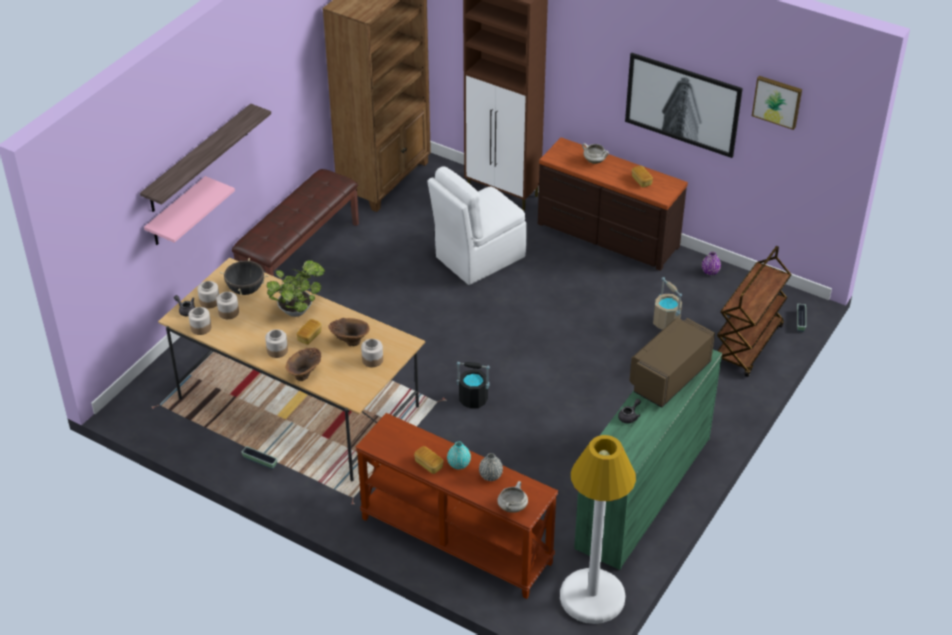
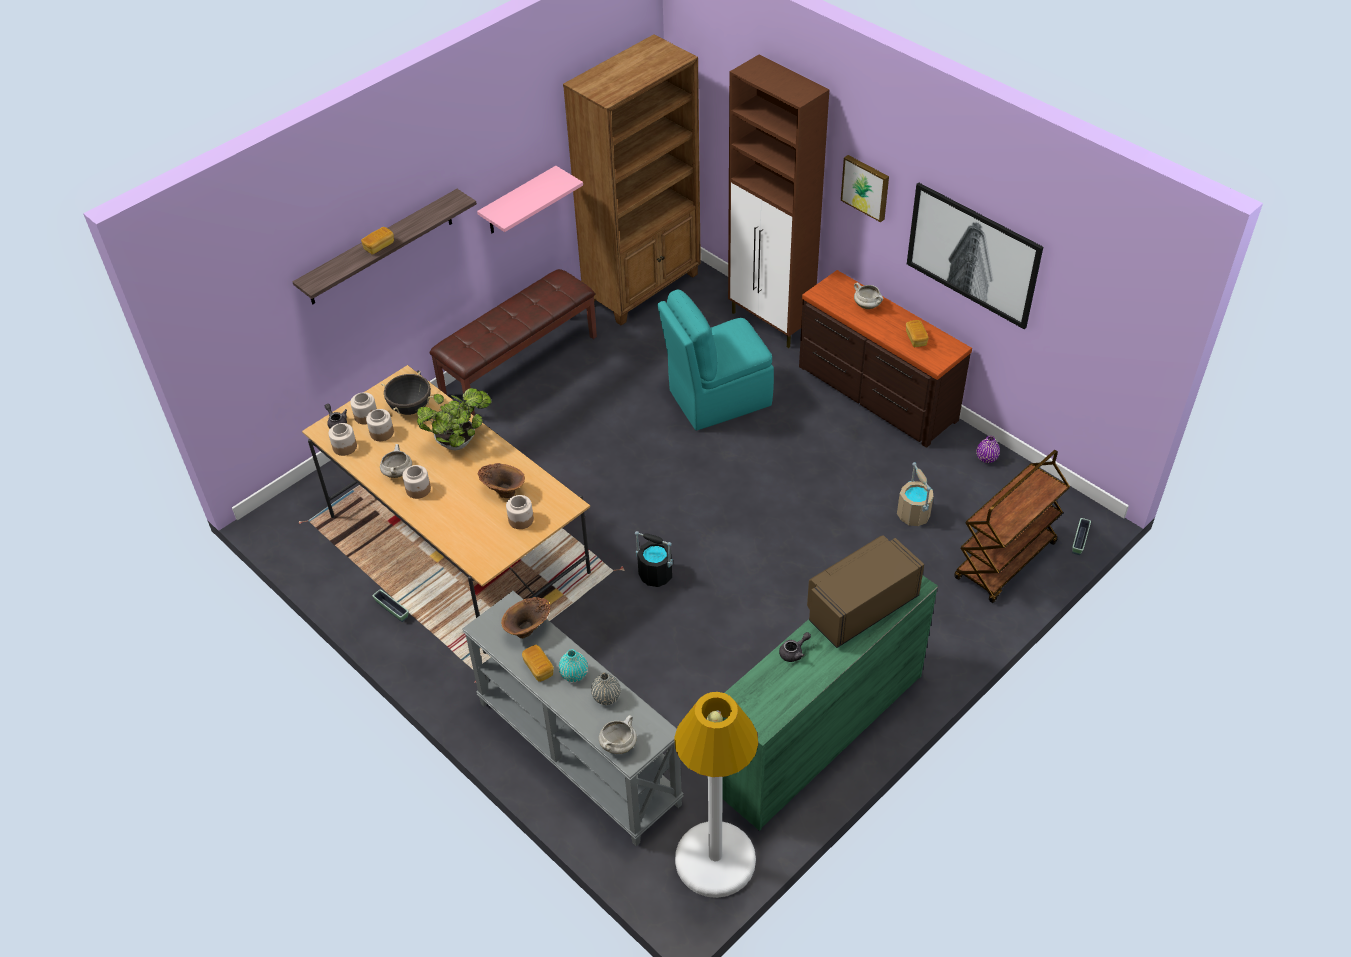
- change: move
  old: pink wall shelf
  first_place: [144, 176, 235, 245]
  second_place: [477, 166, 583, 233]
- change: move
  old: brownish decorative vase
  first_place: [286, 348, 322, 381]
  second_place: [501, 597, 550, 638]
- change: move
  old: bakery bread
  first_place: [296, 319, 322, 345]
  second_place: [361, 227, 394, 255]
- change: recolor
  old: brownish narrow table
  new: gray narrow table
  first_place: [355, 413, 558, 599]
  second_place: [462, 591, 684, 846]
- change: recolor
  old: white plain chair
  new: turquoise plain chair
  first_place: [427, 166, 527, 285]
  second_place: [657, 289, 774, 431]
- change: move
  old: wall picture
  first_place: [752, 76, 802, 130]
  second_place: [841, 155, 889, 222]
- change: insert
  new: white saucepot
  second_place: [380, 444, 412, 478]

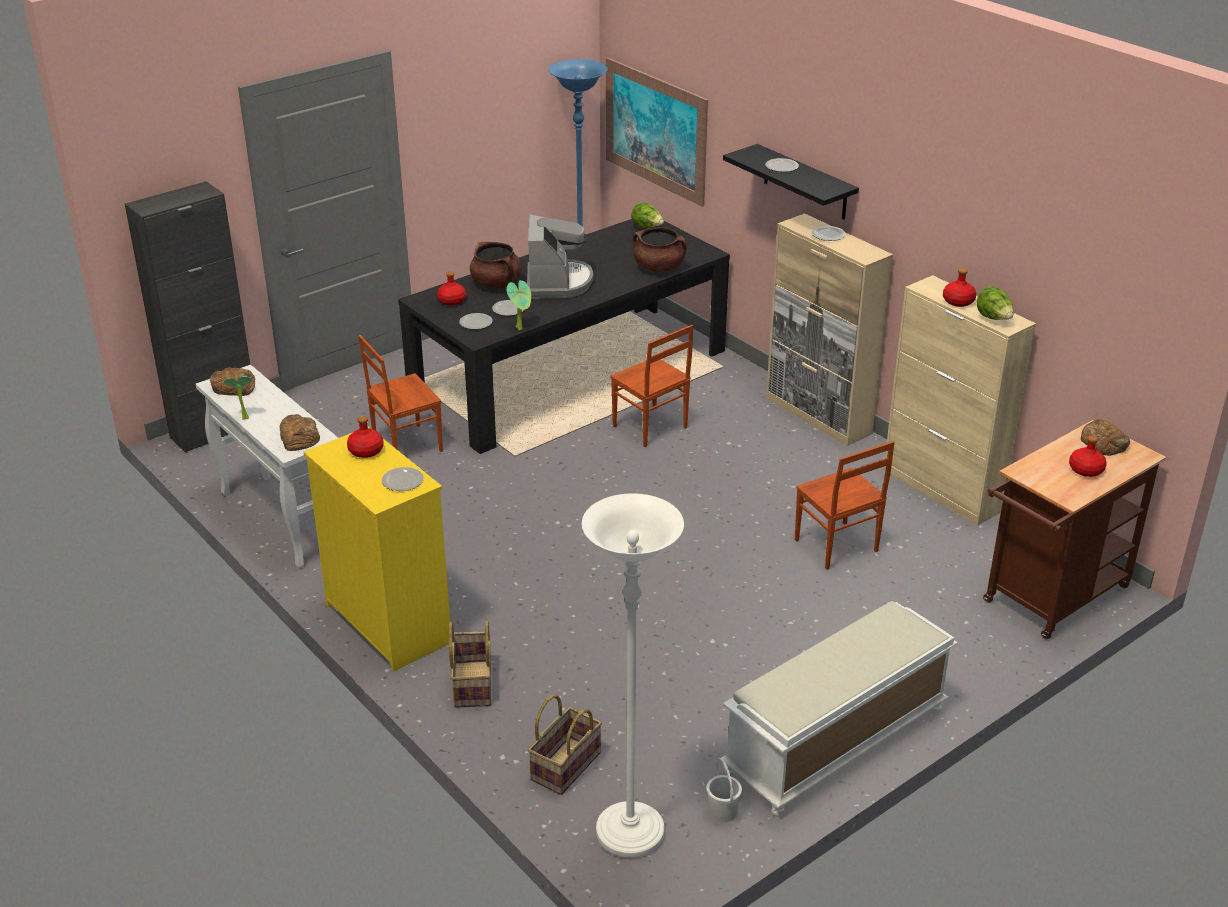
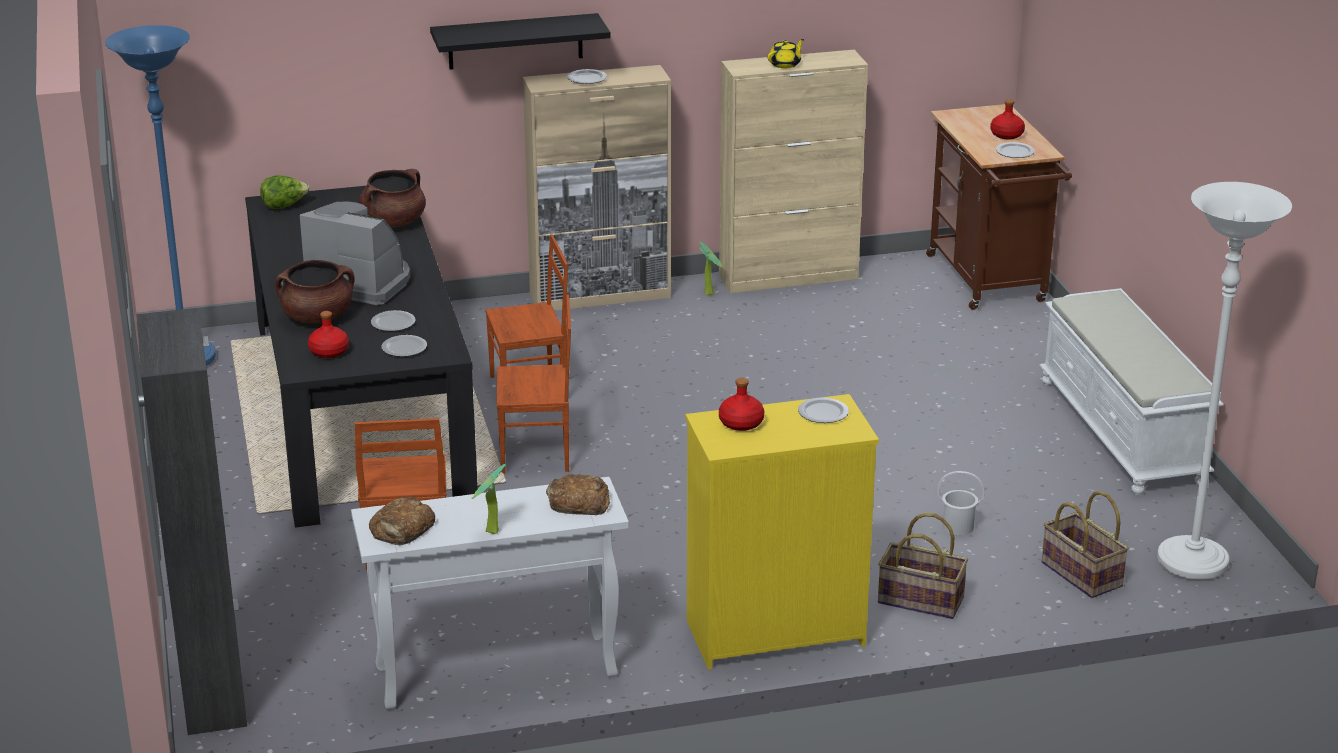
- change: move
  old: houseplant
  first_place: [507, 280, 531, 330]
  second_place: [699, 242, 722, 295]
- change: delete
  old: wall picture
  first_place: [606, 58, 708, 207]
- change: move
  old: white bucket
  first_place: [706, 758, 742, 822]
  second_place: [937, 471, 985, 535]
- change: move
  old: flat dish
  first_place: [765, 158, 799, 172]
  second_place: [996, 142, 1035, 158]
- change: move
  old: brownish plain chair
  first_place: [795, 441, 895, 570]
  second_place: [497, 294, 571, 474]
- change: replace
  old: reddish drink bottle
  new: yellowish pot for tea
  first_place: [943, 268, 976, 307]
  second_place: [768, 39, 804, 68]
- change: delete
  old: lettuce head
  first_place: [977, 286, 1013, 320]
- change: delete
  old: bakery bread
  first_place: [1081, 419, 1130, 456]

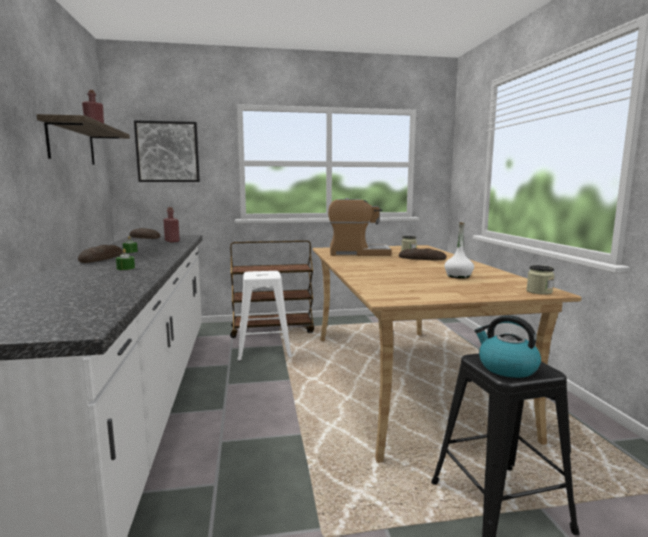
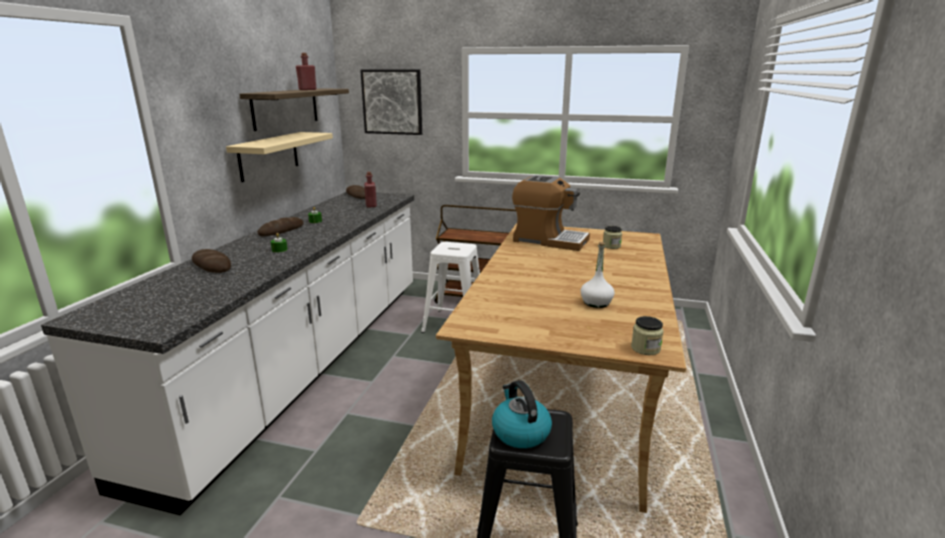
- change: move
  old: bakery bread
  first_place: [399, 248, 446, 260]
  second_place: [192, 249, 231, 273]
- change: insert
  new: beige-coloured wall shelf
  second_place: [226, 132, 333, 182]

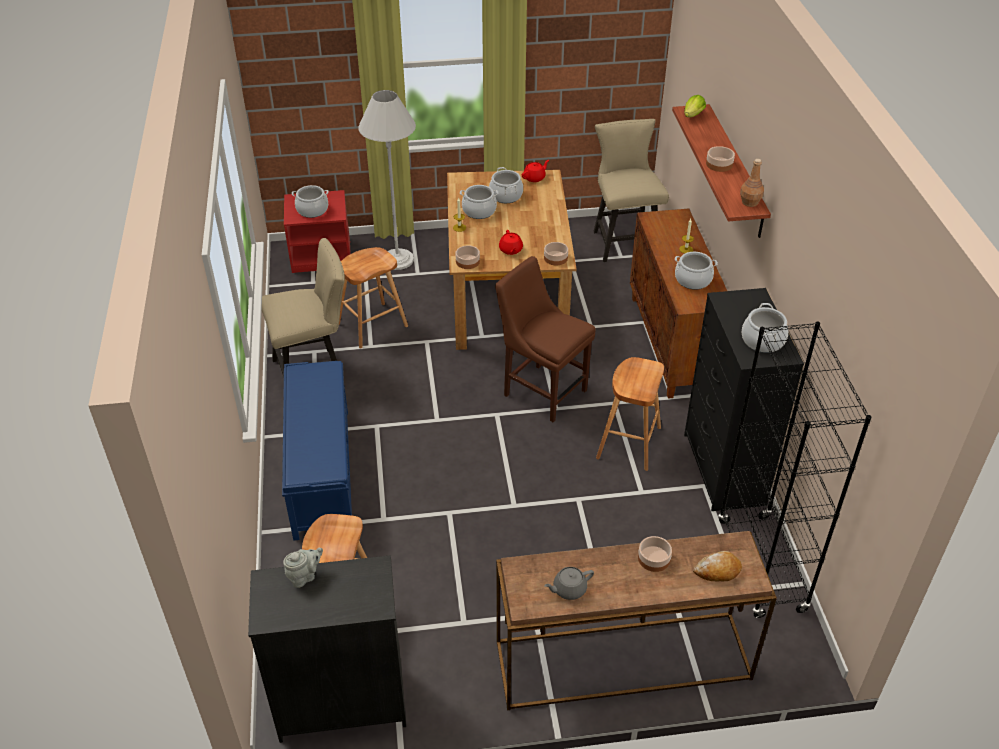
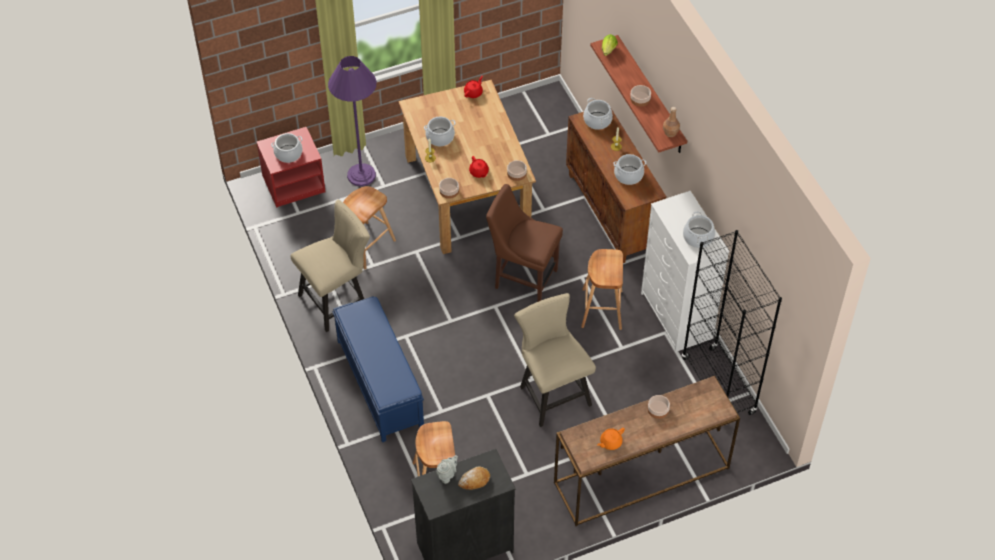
- change: recolor
  old: white standard lamp
  new: purple-coloured standard lamp
  first_place: [358, 90, 416, 270]
  second_place: [328, 56, 377, 186]
- change: move
  old: saucepot
  first_place: [489, 167, 523, 203]
  second_place: [583, 98, 613, 130]
- change: recolor
  old: gray pot for tea
  new: orange pot for tea
  first_place: [544, 567, 594, 600]
  second_place: [597, 428, 625, 450]
- change: move
  old: beige-coloured plain chair
  first_place: [594, 119, 669, 262]
  second_place: [514, 293, 596, 427]
- change: recolor
  old: blackish dresser
  new: white dresser
  first_place: [684, 288, 804, 511]
  second_place: [641, 191, 729, 352]
- change: move
  old: bakery bread
  first_place: [693, 551, 742, 581]
  second_place: [458, 466, 490, 490]

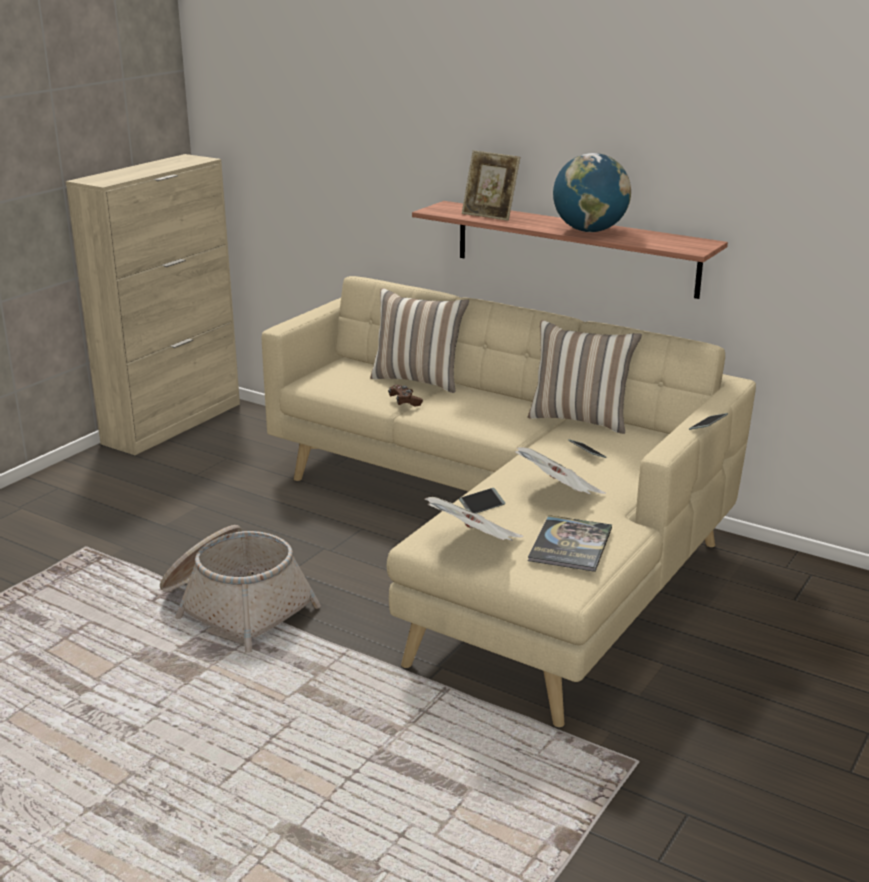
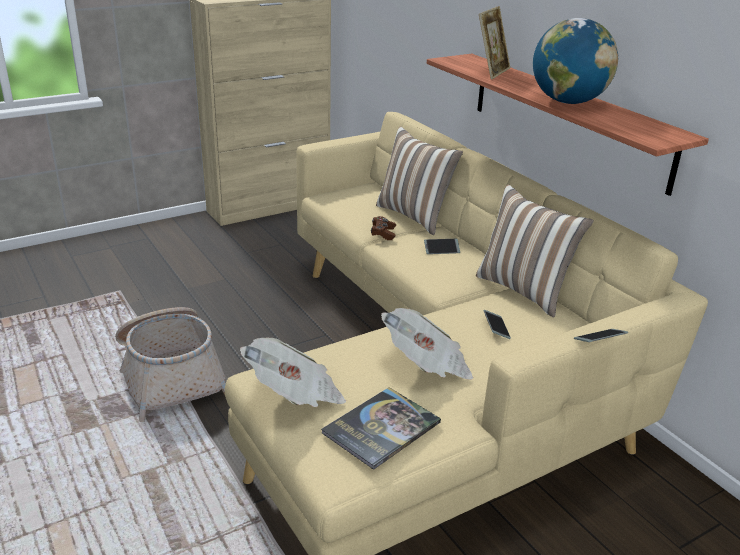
- change: move
  old: handset
  first_place: [459, 488, 505, 513]
  second_place: [424, 239, 460, 254]
- change: rotate
  old: picture frame
  first_place: [462, 150, 520, 221]
  second_place: [479, 6, 510, 80]
  degrees: -120

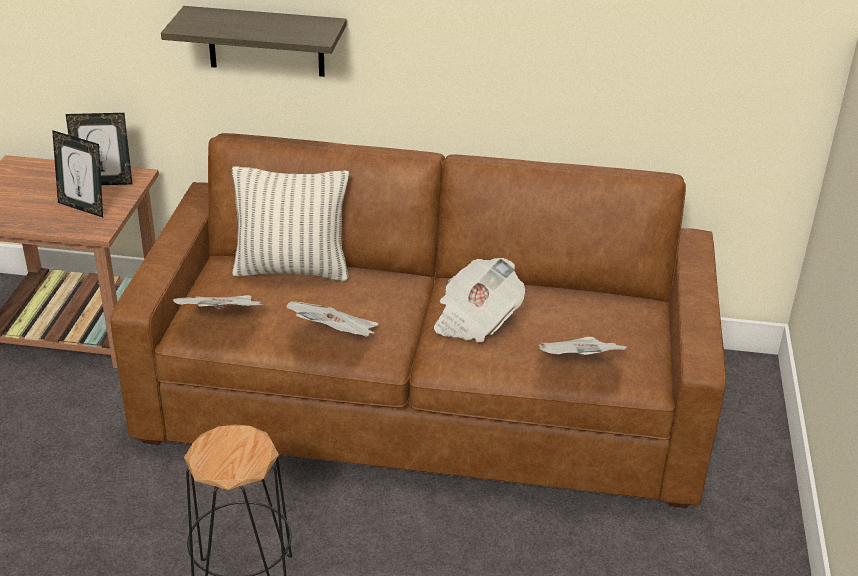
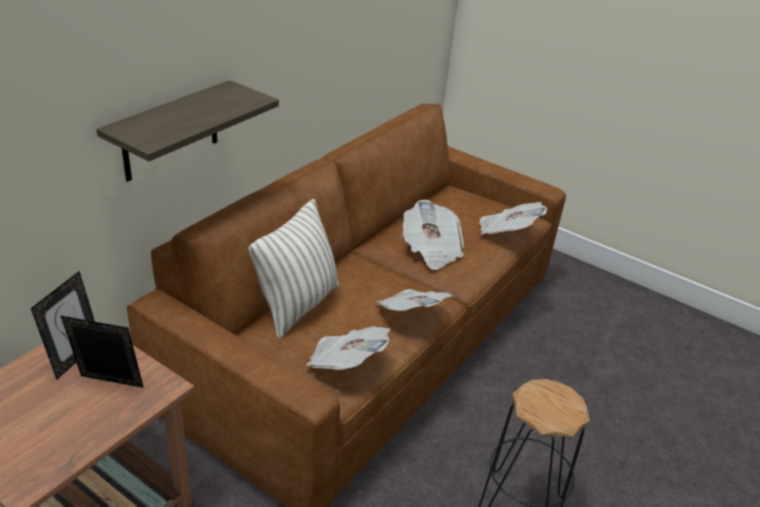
- change: rotate
  old: picture frame
  first_place: [52, 130, 103, 217]
  second_place: [61, 316, 144, 388]
  degrees: -135

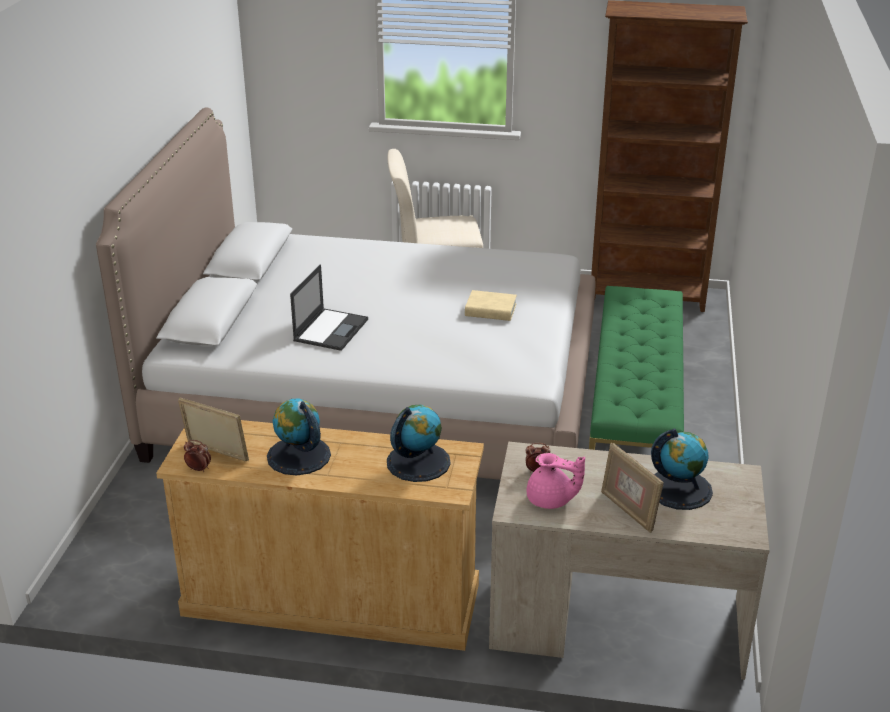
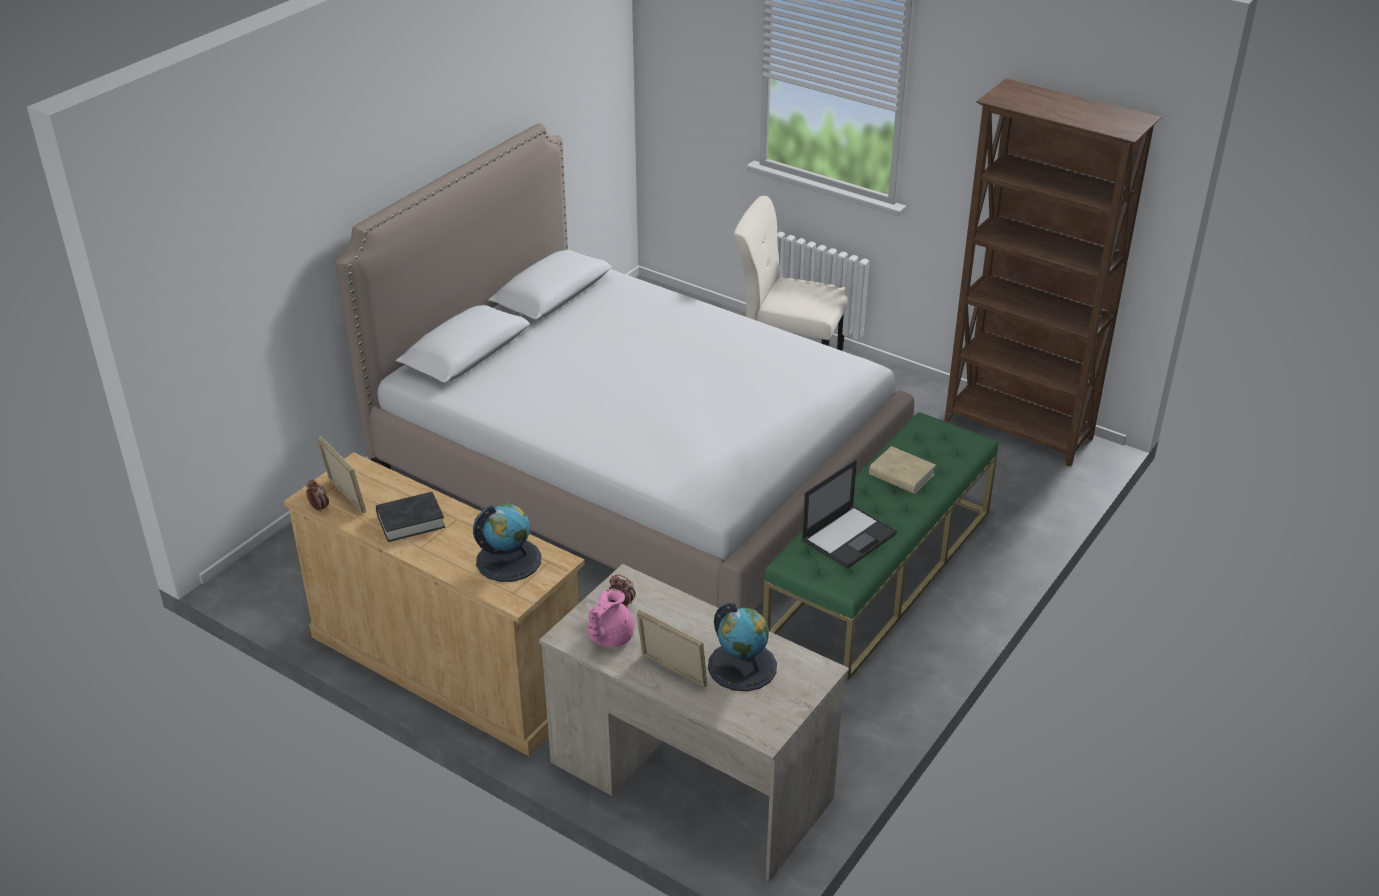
- change: replace
  old: world globe
  new: blackish volume
  first_place: [267, 399, 331, 475]
  second_place: [376, 492, 445, 542]
- change: move
  old: notebook computer
  first_place: [290, 265, 368, 351]
  second_place: [801, 460, 897, 569]
- change: move
  old: beige-coloured volume
  first_place: [465, 290, 517, 321]
  second_place: [869, 446, 936, 494]
- change: rotate
  old: pink pot for tea
  first_place: [527, 453, 585, 509]
  second_place: [588, 589, 634, 648]
  degrees: 75
- change: rotate
  old: picture frame
  first_place: [601, 443, 663, 533]
  second_place: [637, 609, 708, 687]
  degrees: 135

